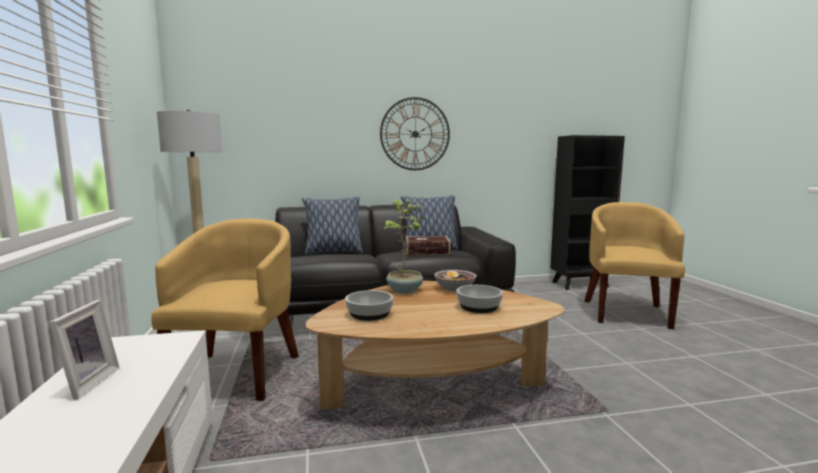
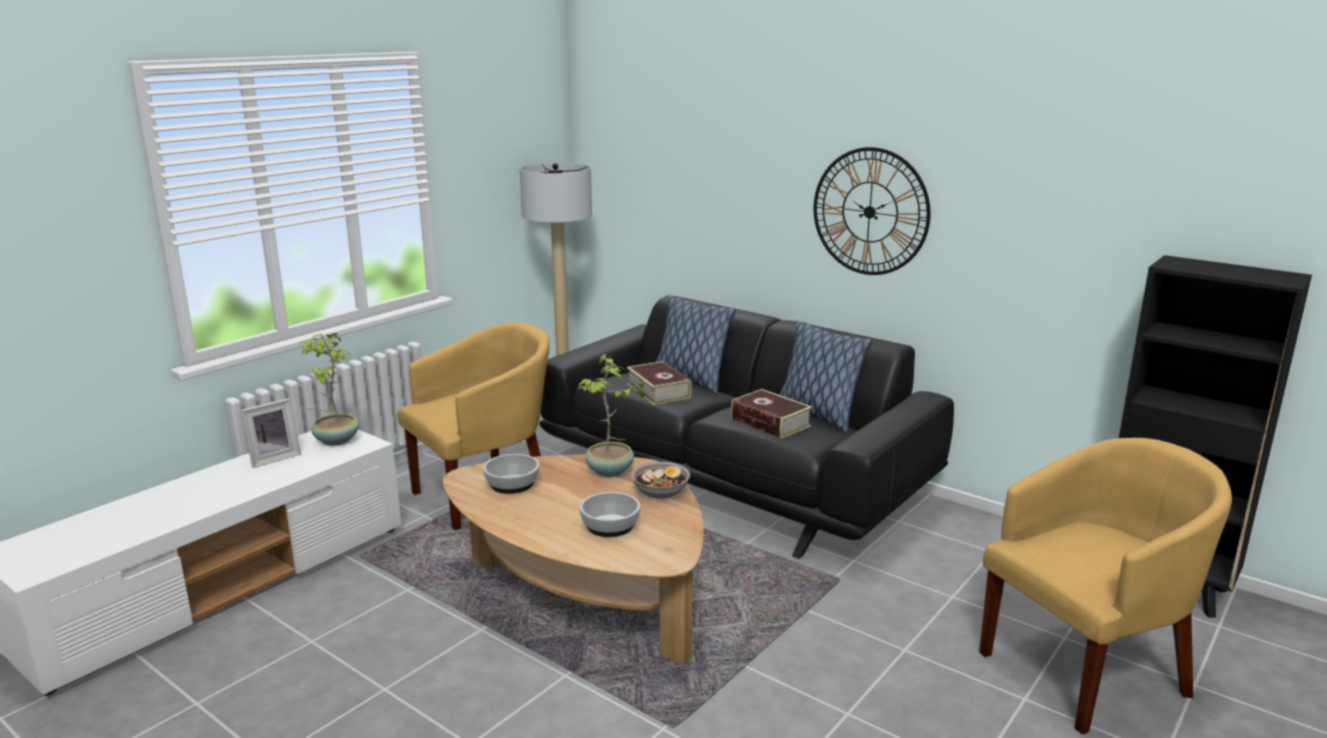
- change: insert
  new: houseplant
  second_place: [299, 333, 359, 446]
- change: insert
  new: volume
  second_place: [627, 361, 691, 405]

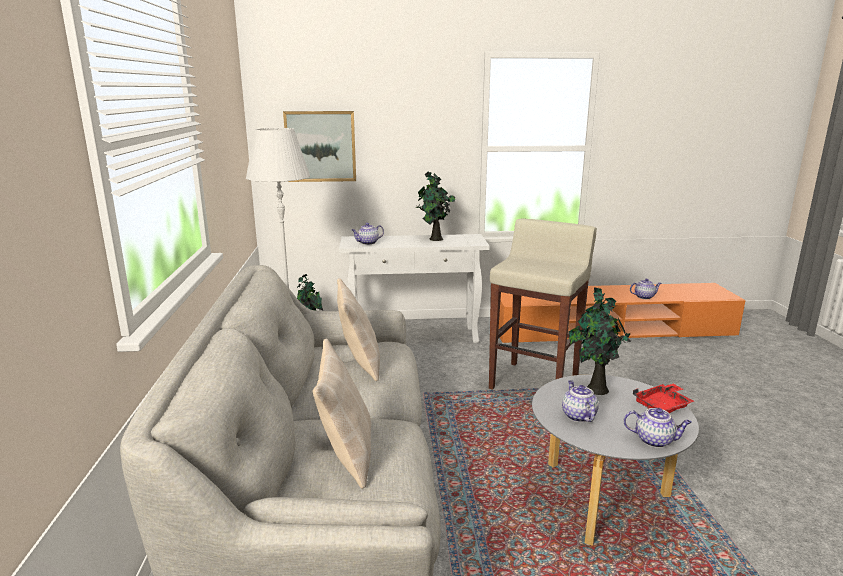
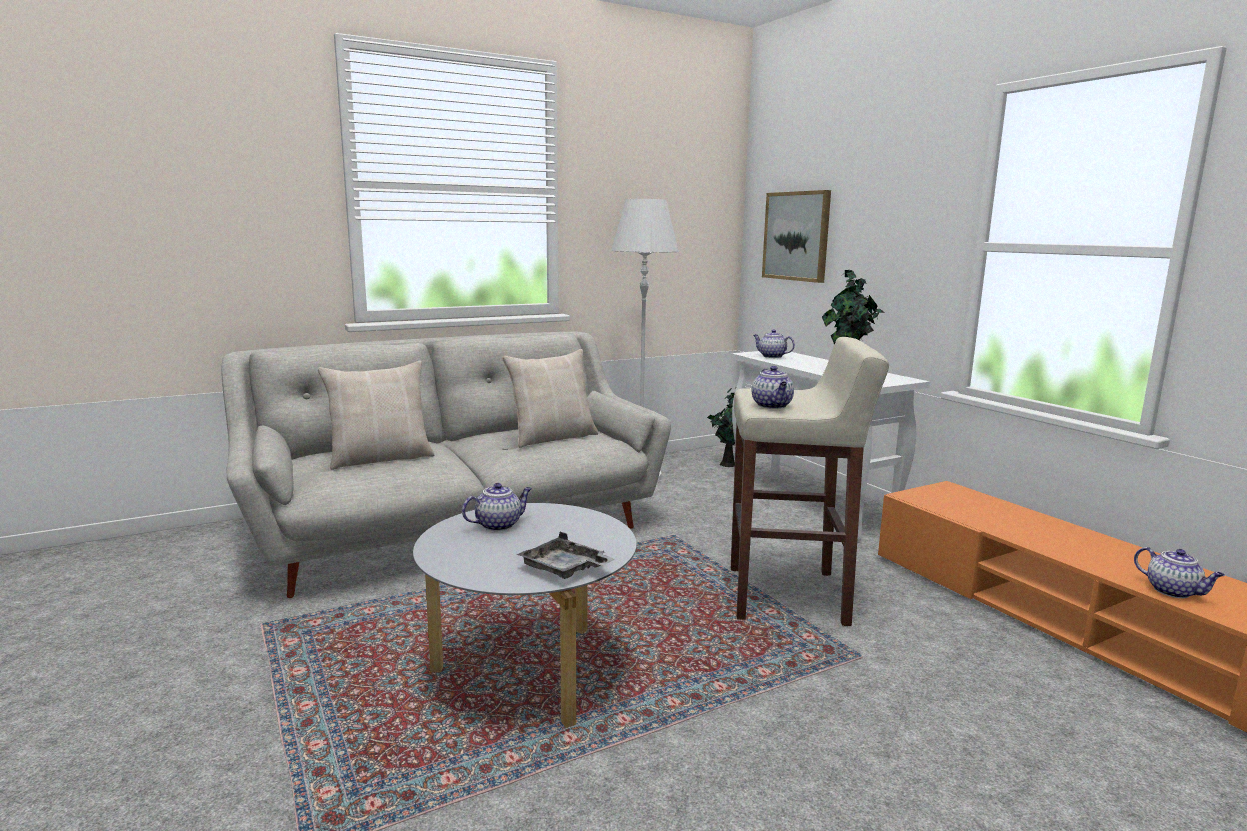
- change: delete
  old: houseplant
  first_place: [569, 287, 631, 395]
- change: move
  old: pot for tea
  first_place: [623, 408, 692, 448]
  second_place: [752, 366, 794, 409]
- change: recolor
  old: reddish carrying tray
  new: gray carrying tray
  first_place: [633, 384, 694, 413]
  second_place: [517, 532, 615, 579]

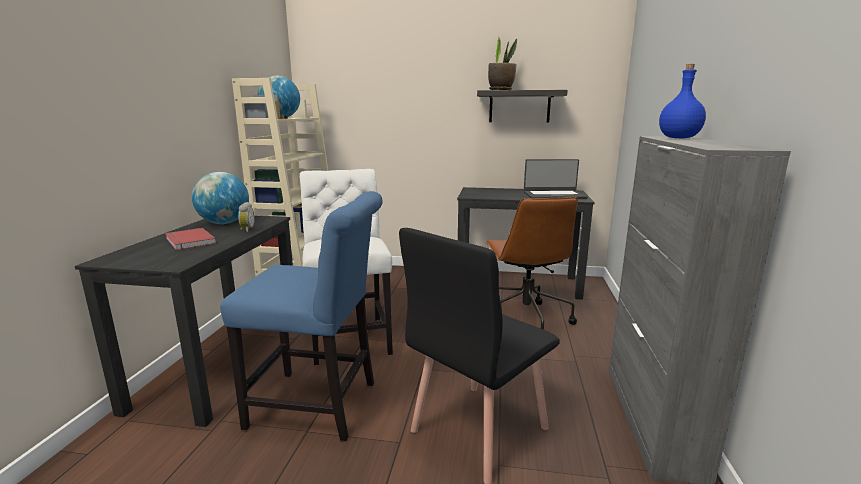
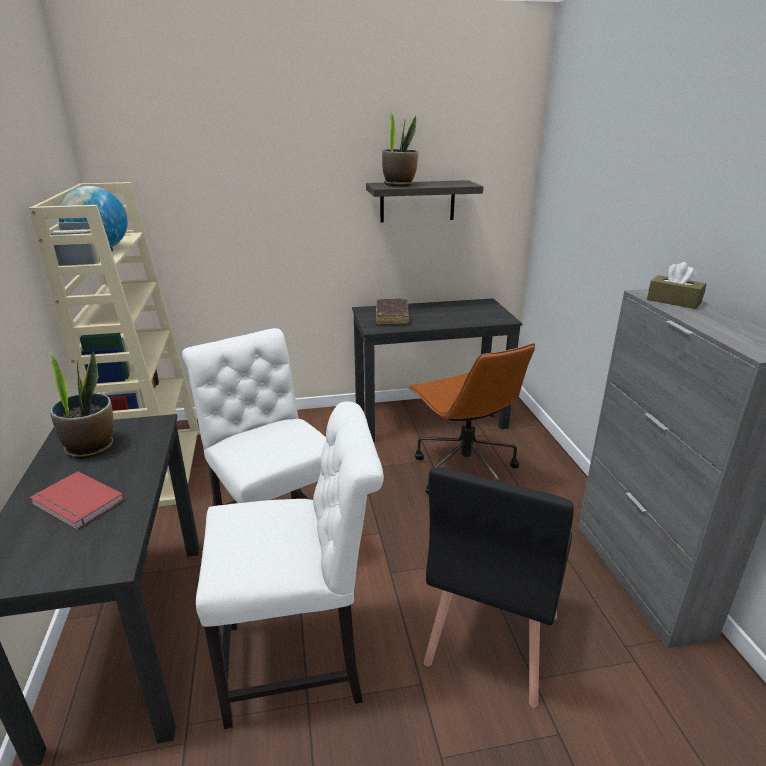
- change: replace
  old: world globe
  new: houseplant
  first_place: [192, 172, 249, 224]
  second_place: [48, 351, 114, 459]
- change: recolor
  old: bluish plain chair
  new: white plain chair
  first_place: [220, 191, 383, 441]
  second_place: [196, 401, 384, 729]
- change: delete
  old: alarm clock
  first_place: [238, 202, 255, 232]
- change: delete
  old: notebook computer
  first_place: [524, 159, 587, 199]
- change: replace
  old: bluish drink bottle
  new: brownish tissue box
  first_place: [659, 64, 706, 138]
  second_place: [647, 262, 706, 309]
- change: insert
  new: brownish volume
  second_place: [376, 299, 409, 324]

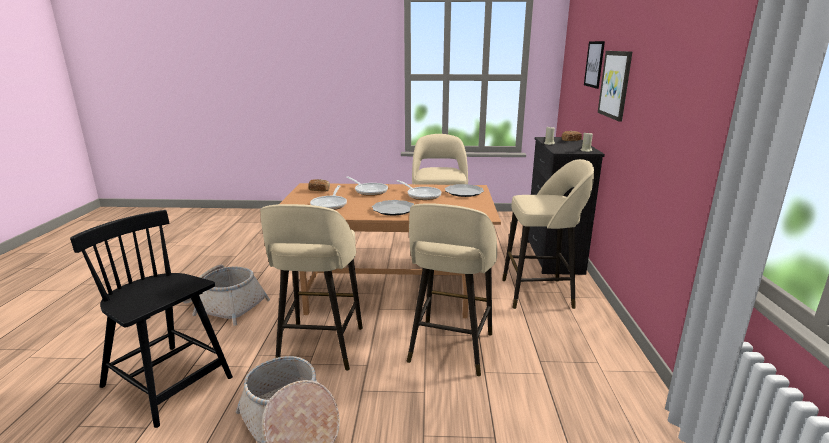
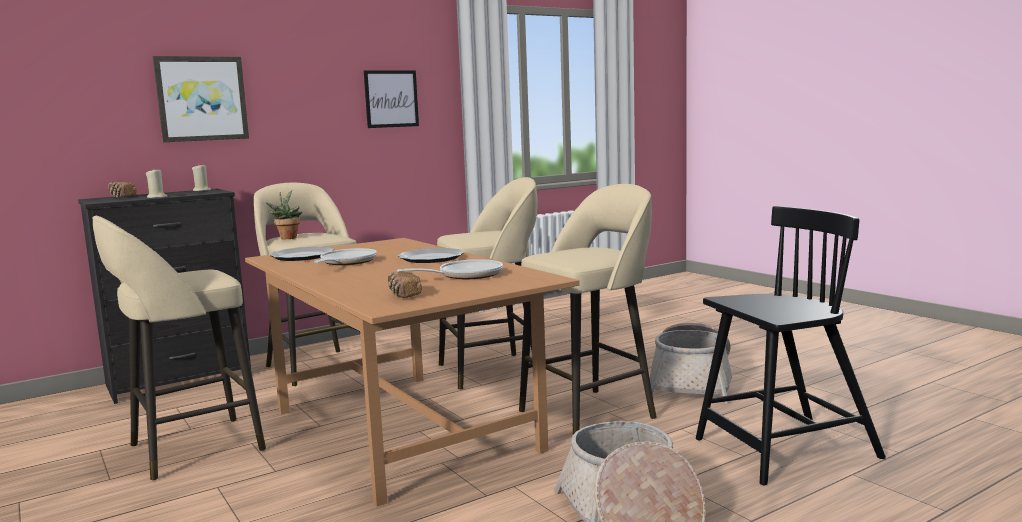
- change: rotate
  old: blackish plain chair
  first_place: [70, 210, 233, 428]
  second_place: [696, 206, 886, 485]
  degrees: -105
- change: delete
  old: frying pan
  first_place: [346, 176, 388, 196]
- change: move
  old: wall picture
  first_place: [584, 41, 605, 89]
  second_place: [364, 70, 419, 128]
- change: insert
  new: houseplant
  second_place: [266, 190, 302, 239]

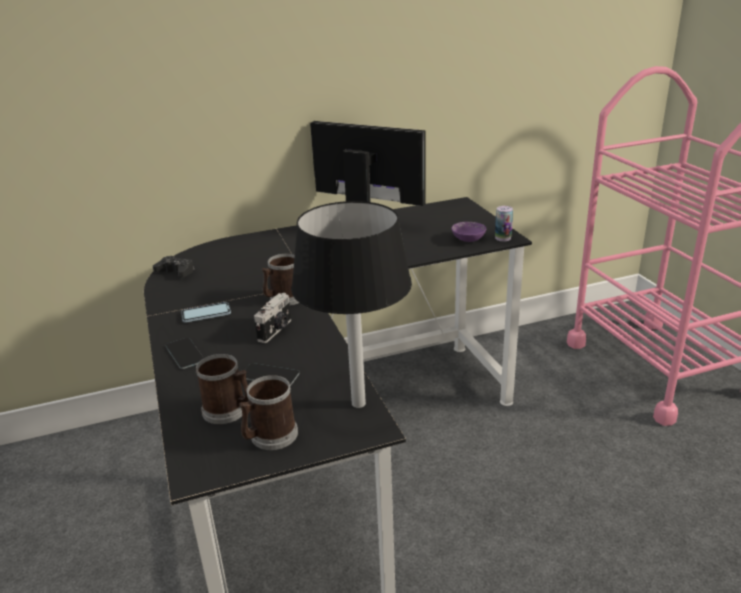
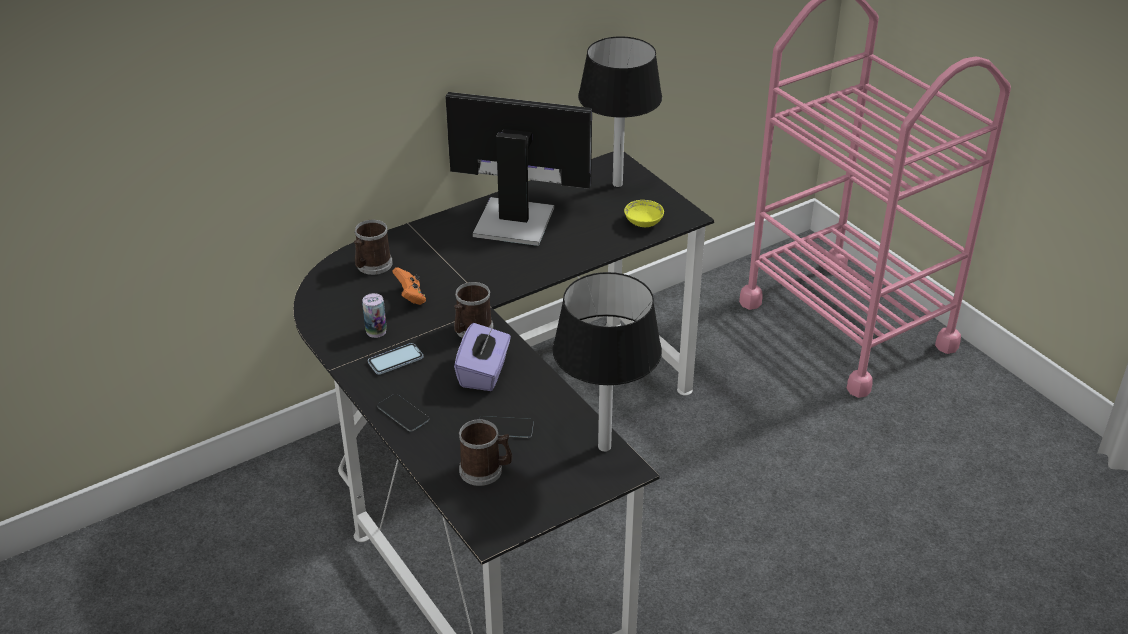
- change: delete
  old: blackish joypad
  first_place: [153, 256, 194, 278]
- change: move
  old: mug
  first_place: [239, 375, 298, 450]
  second_place: [354, 220, 393, 275]
- change: replace
  old: still camera
  new: purple-coloured tissue box
  first_place: [254, 293, 291, 343]
  second_place: [454, 323, 511, 391]
- change: recolor
  old: purple-coloured deep dish
  new: yellowish deep dish
  first_place: [451, 222, 486, 242]
  second_place: [624, 200, 664, 227]
- change: move
  old: sealed can
  first_place: [495, 206, 513, 241]
  second_place: [362, 293, 387, 338]
- change: insert
  new: orange joypad
  second_place: [392, 267, 426, 305]
- change: insert
  new: blackish lamp for a table
  second_place: [578, 37, 662, 187]

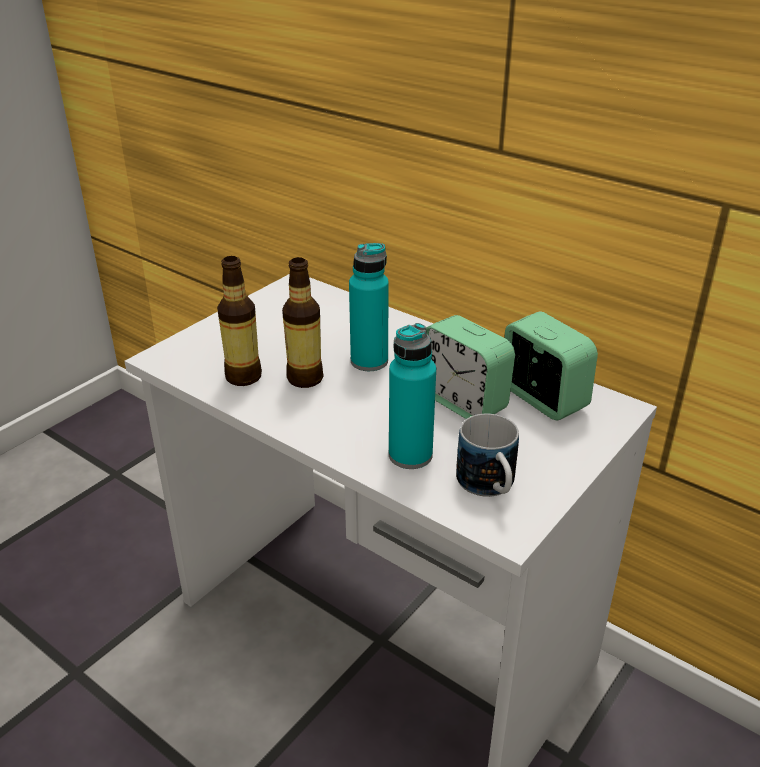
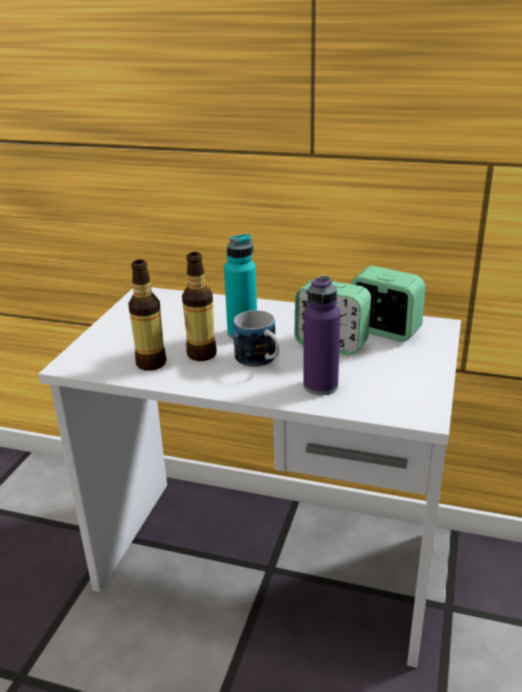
- change: recolor
  old: turquoise drink bottle
  new: purple-coloured drink bottle
  first_place: [389, 323, 436, 469]
  second_place: [303, 276, 341, 395]
- change: move
  old: mug
  first_place: [456, 414, 519, 497]
  second_place: [233, 310, 280, 367]

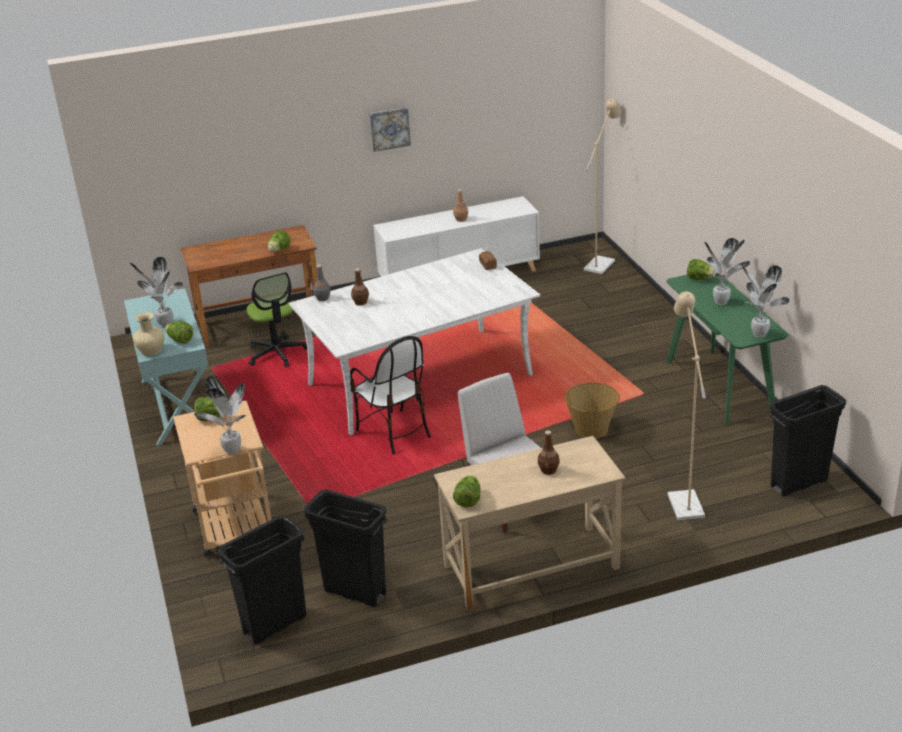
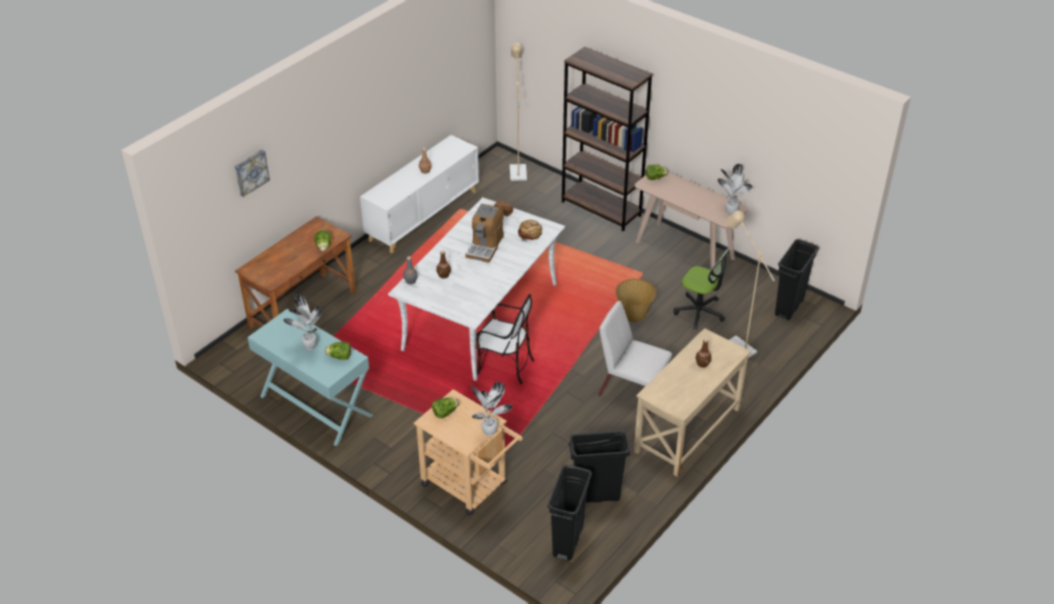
- change: delete
  old: beige-coloured decorative vase
  first_place: [133, 312, 165, 356]
- change: move
  old: computer chair
  first_place: [246, 272, 307, 367]
  second_place: [674, 248, 730, 330]
- change: move
  old: wall picture
  first_place: [369, 107, 411, 152]
  second_place: [235, 149, 270, 197]
- change: delete
  old: lettuce head
  first_place: [453, 475, 480, 508]
- change: recolor
  old: greenish narrow table
  new: beige-coloured narrow table
  first_place: [666, 272, 789, 425]
  second_place: [634, 172, 748, 270]
- change: delete
  old: houseplant
  first_place: [704, 238, 750, 305]
- change: insert
  new: coffee machine
  second_place: [465, 204, 504, 263]
- change: insert
  new: bakery bread
  second_place: [518, 220, 542, 241]
- change: insert
  new: brownish bookcase
  second_place: [562, 47, 653, 231]

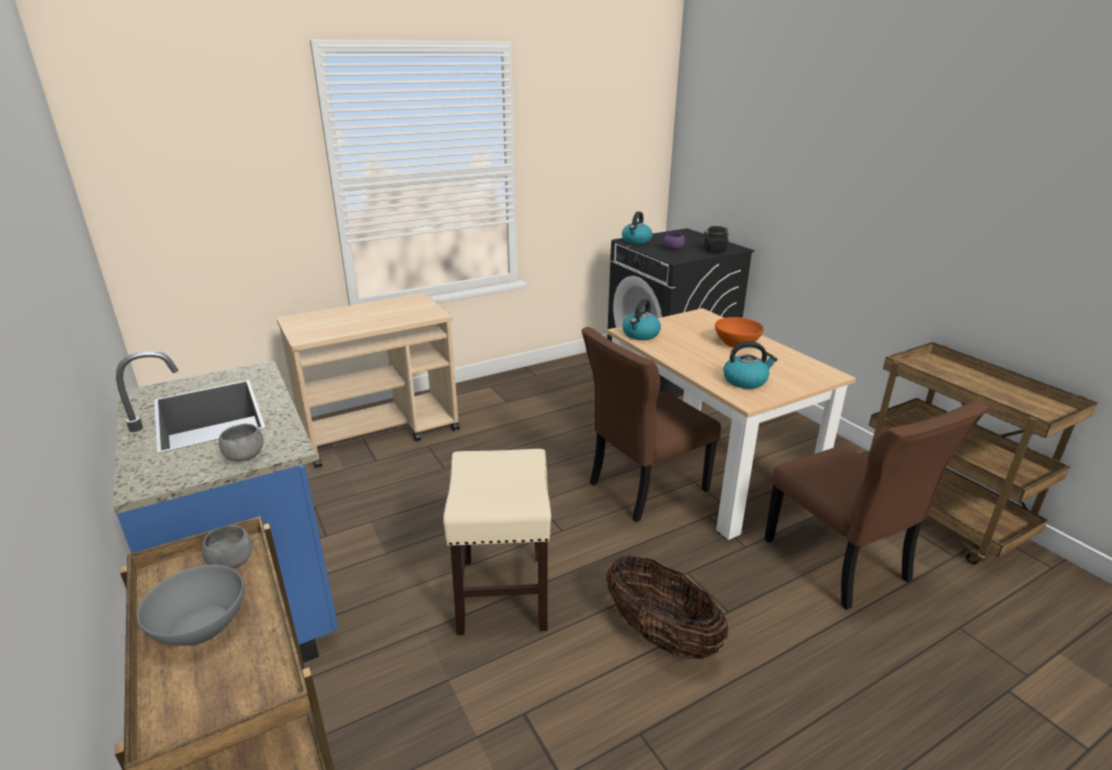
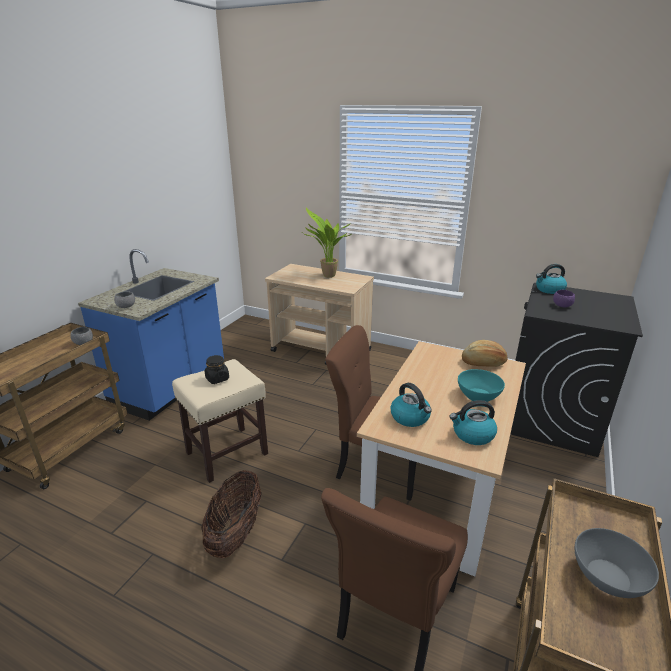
- change: move
  old: gray deep dish
  first_place: [137, 565, 244, 646]
  second_place: [575, 528, 659, 598]
- change: move
  old: kettle
  first_place: [622, 299, 661, 340]
  second_place: [449, 400, 497, 445]
- change: move
  old: blackish jar
  first_place: [703, 226, 729, 252]
  second_place: [205, 355, 229, 384]
- change: recolor
  old: orange deep dish
  new: turquoise deep dish
  first_place: [715, 317, 764, 348]
  second_place: [458, 369, 505, 402]
- change: insert
  new: houseplant
  second_place: [303, 208, 352, 278]
- change: insert
  new: bakery bread
  second_place: [462, 340, 508, 367]

